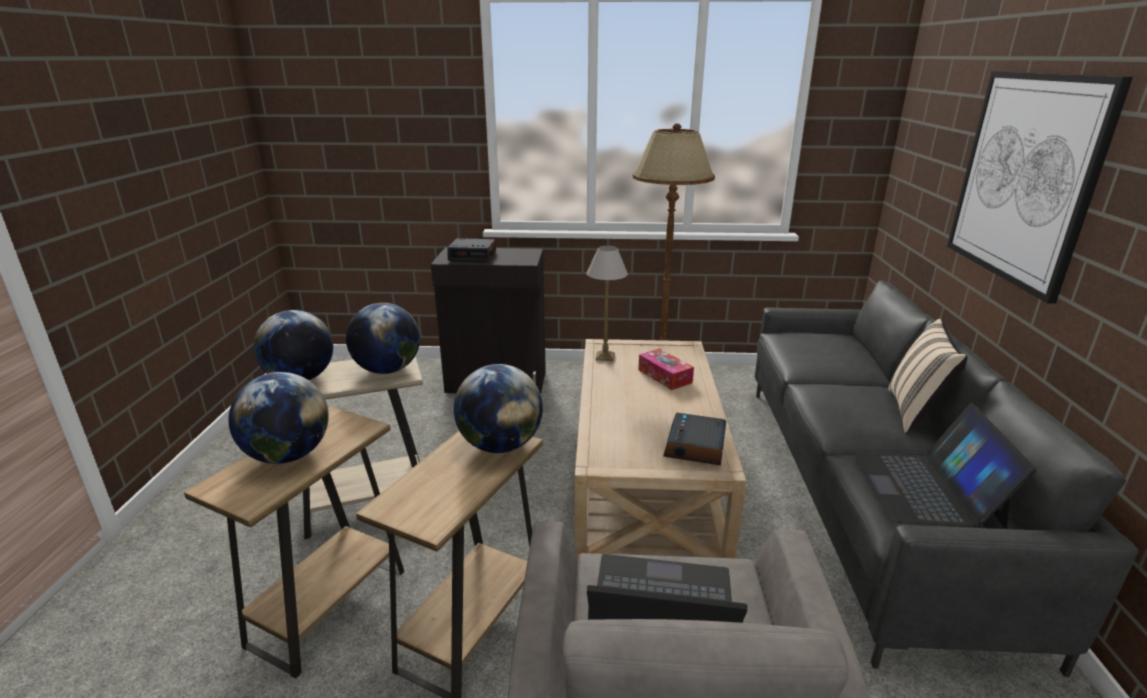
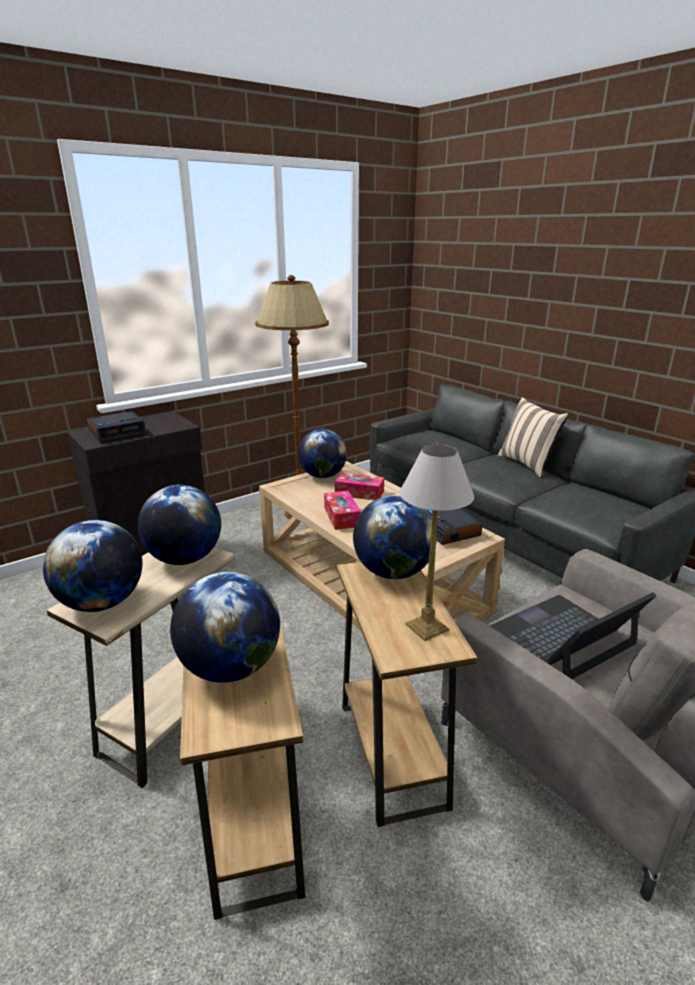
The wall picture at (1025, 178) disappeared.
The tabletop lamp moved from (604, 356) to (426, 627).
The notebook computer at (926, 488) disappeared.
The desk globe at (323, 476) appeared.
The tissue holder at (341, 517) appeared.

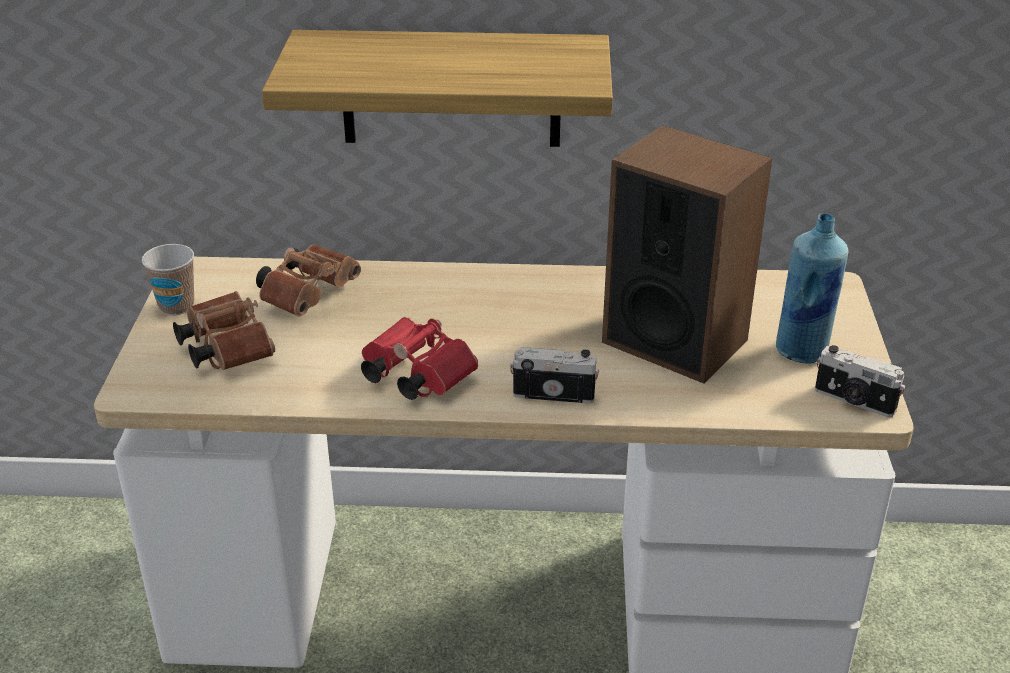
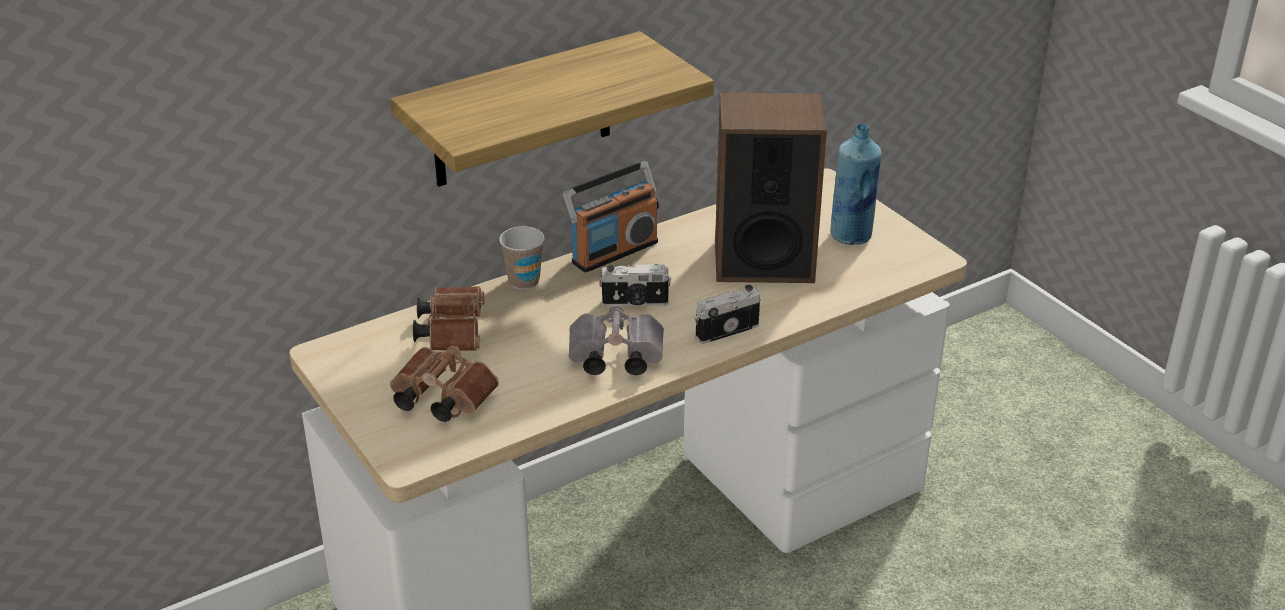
The small cup moved from (176, 306) to (524, 281).
The field glasses/reddish at (413, 375) became the field glasses/grey at (613, 359).
The photo camera moved from (854, 401) to (635, 303).
The radio at (614, 252) appeared.

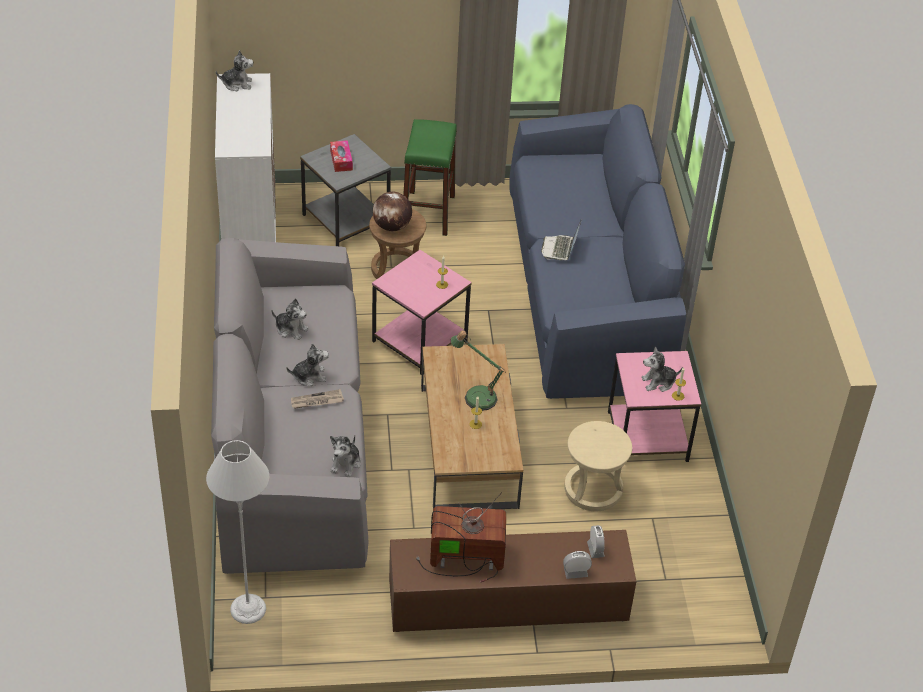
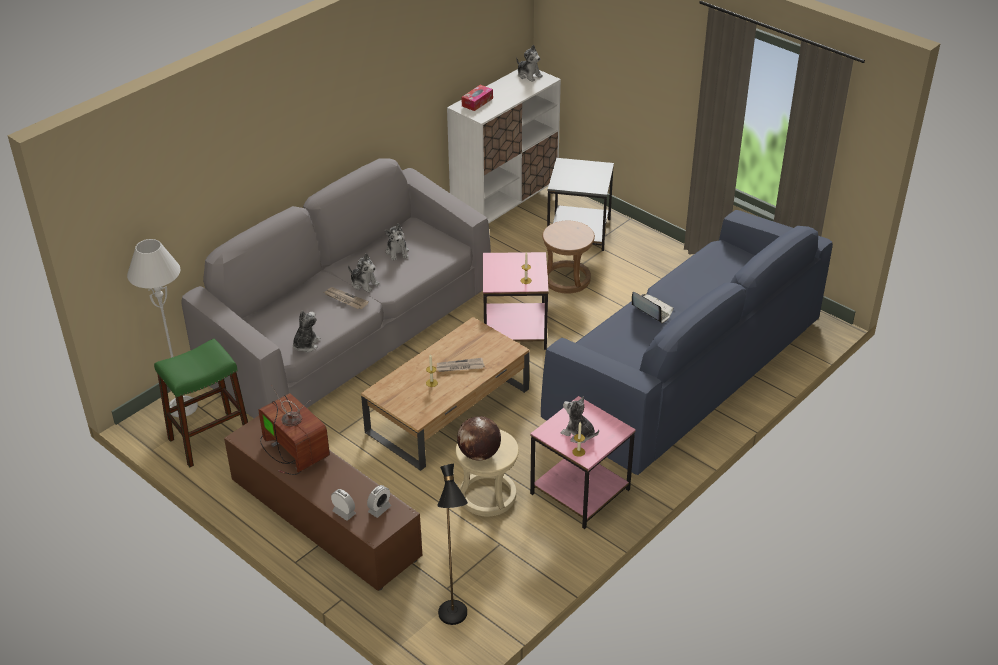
The stool/green-coloured moved from (428, 213) to (210, 439).
The tissue holder moved from (341, 160) to (477, 102).
The desk globe moved from (392, 227) to (479, 454).
The notebook computer at (560, 249) turned 75 degrees clockwise.
The tabletop lamp at (476, 395) was replaced by the printed paper at (460, 367).
The cuddly toy at (346, 463) turned 135 degrees clockwise.
The standing lamp/blackish at (455, 622) appeared.

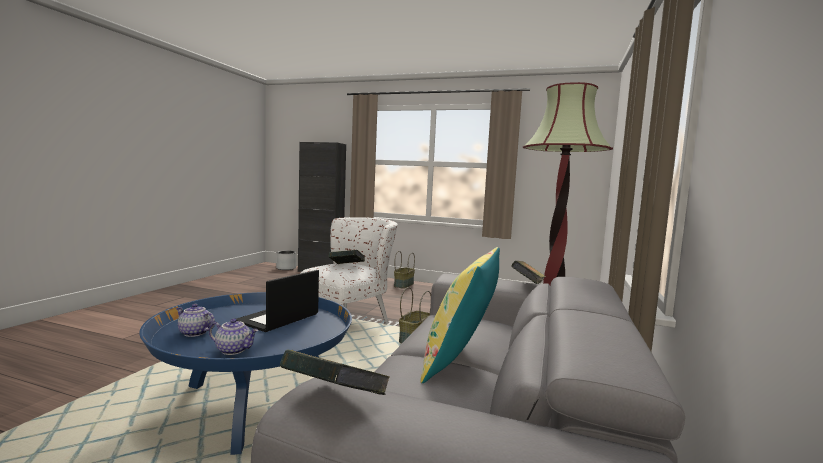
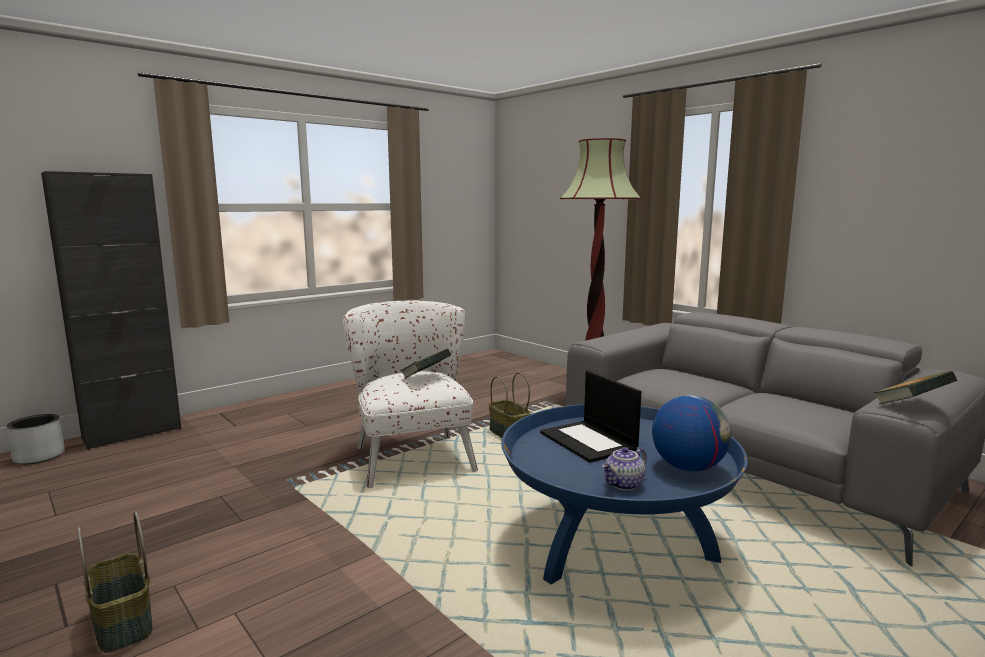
The throw pillow/yellow at (460, 361) disappeared.
The storage basket moved from (403, 285) to (121, 622).
The volume at (528, 285) disappeared.
The pot for tea at (234, 350) was replaced by the desk globe at (688, 467).

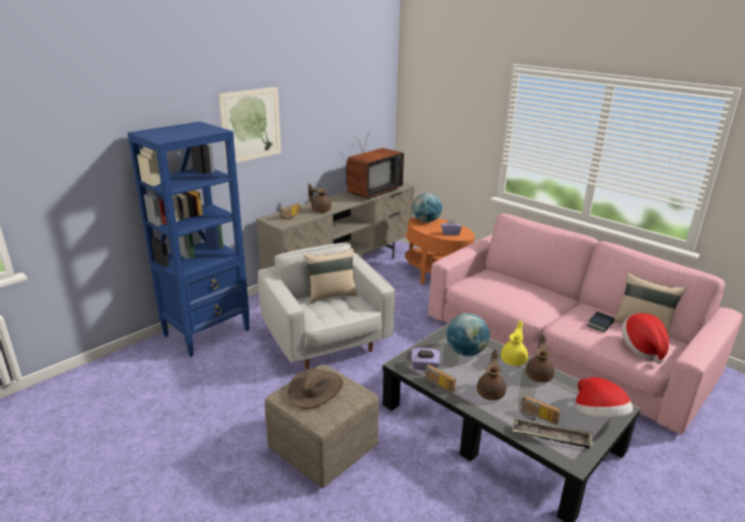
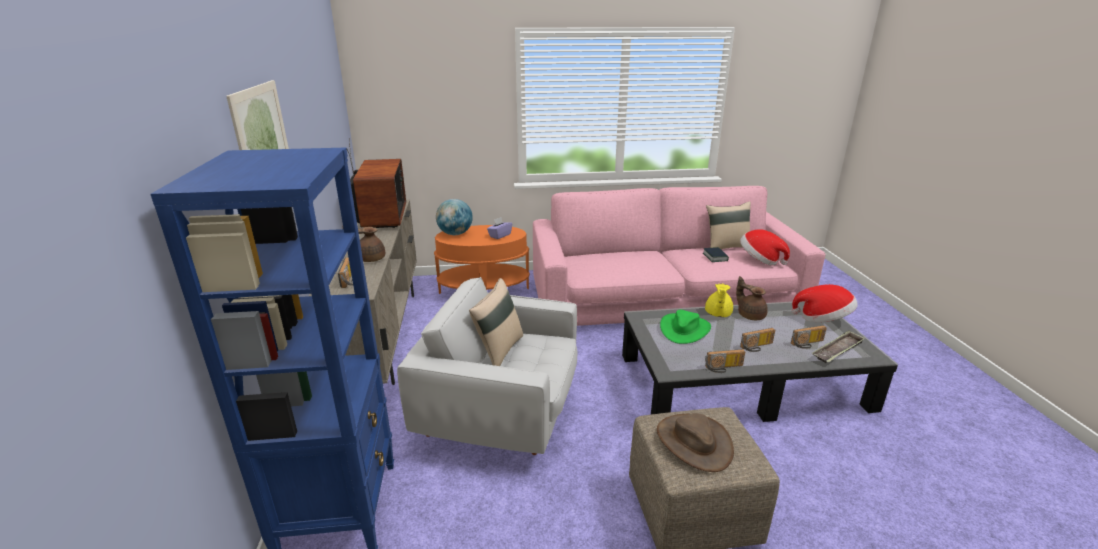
The desk globe at (466, 352) was replaced by the hat/green-coloured at (684, 329).
The pot for tea/yellow at (514, 359) turned 135 degrees counterclockwise.
The tissue holder/purple-coloured at (424, 366) disappeared.
The pot for tea/brown at (491, 392) was replaced by the radio at (757, 347).

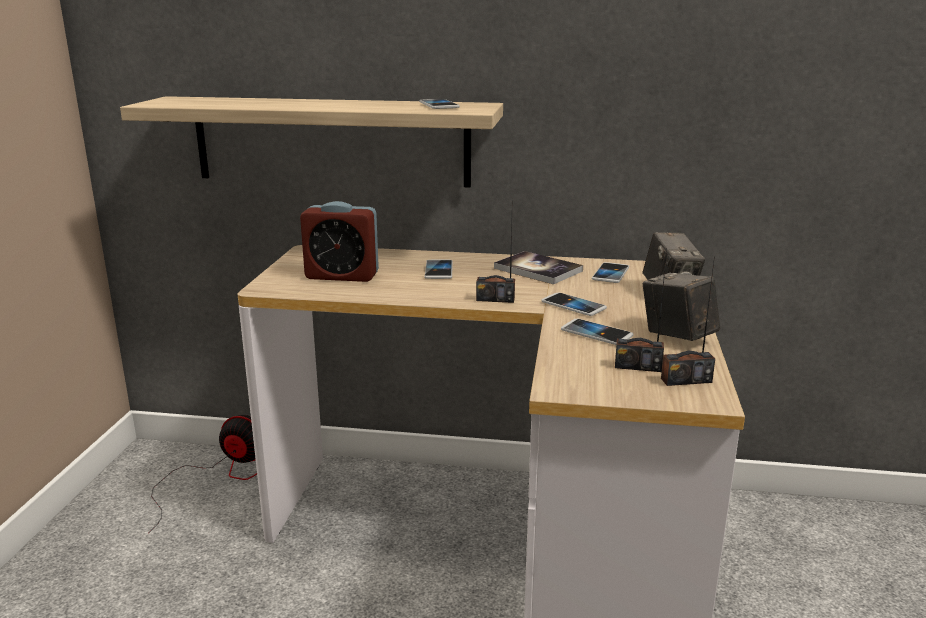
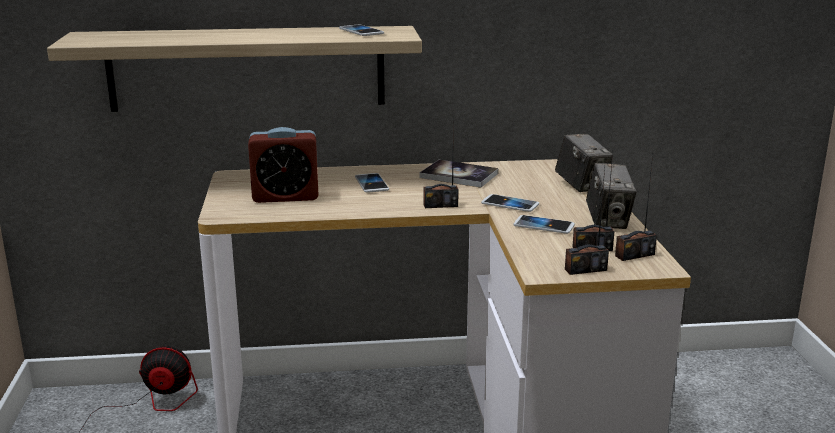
The phone at (610, 274) disappeared.
The photo camera at (677, 336) turned 135 degrees counterclockwise.
The radio at (585, 269) appeared.

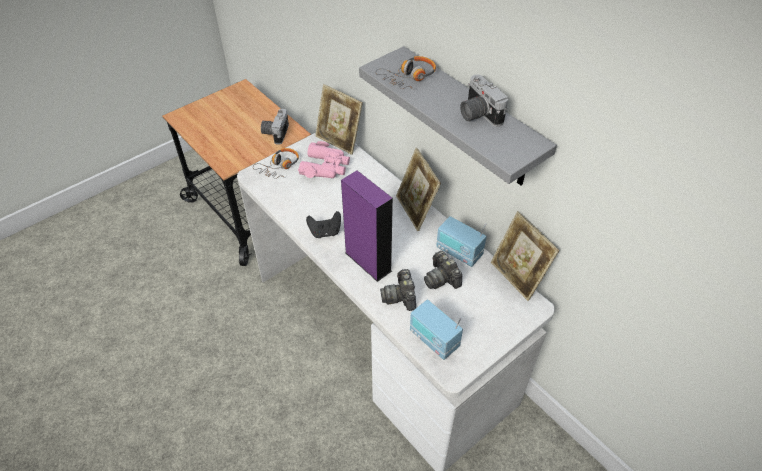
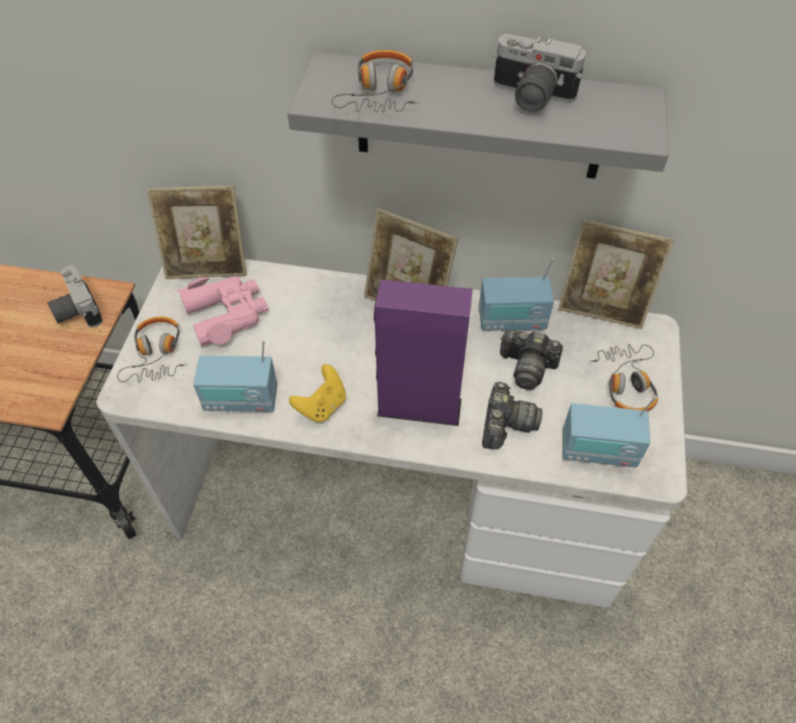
The game controller/blackish at (325, 232) became the game controller/yellow at (322, 406).
The photo camera at (400, 296) turned 120 degrees counterclockwise.
The radio at (241, 400) appeared.
The headset at (626, 383) appeared.

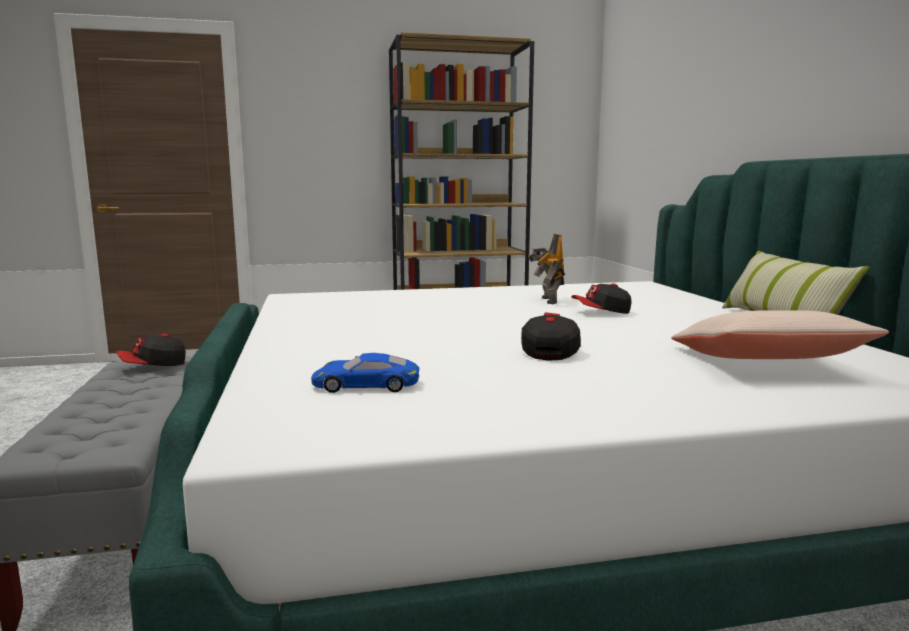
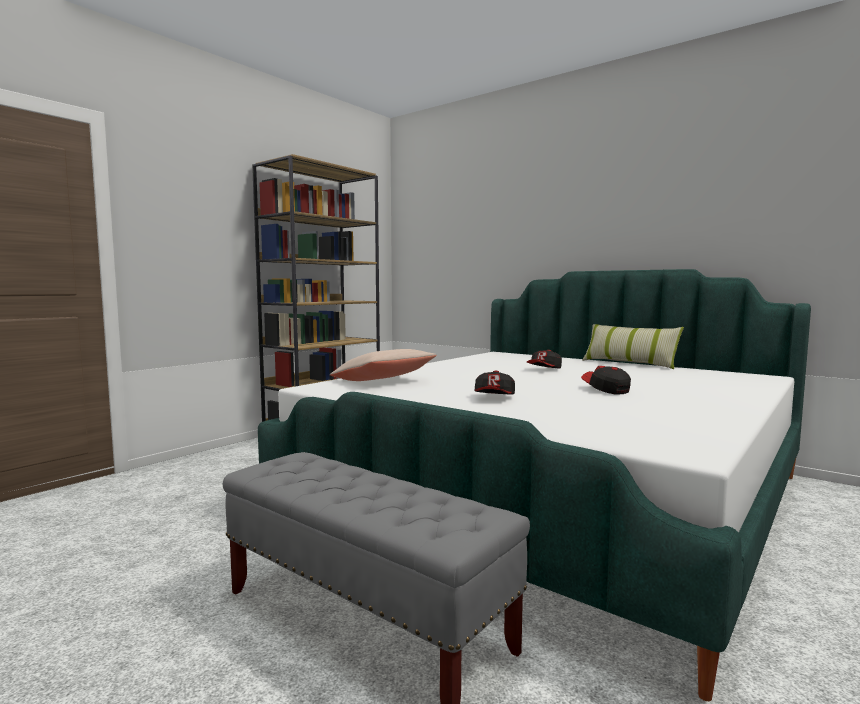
The model robot at (547, 300) disappeared.
The throw pillow/beige moved from (765, 364) to (383, 381).
The baseball cap moved from (153, 366) to (494, 398).
The toy car/blue-coloured at (366, 385) disappeared.

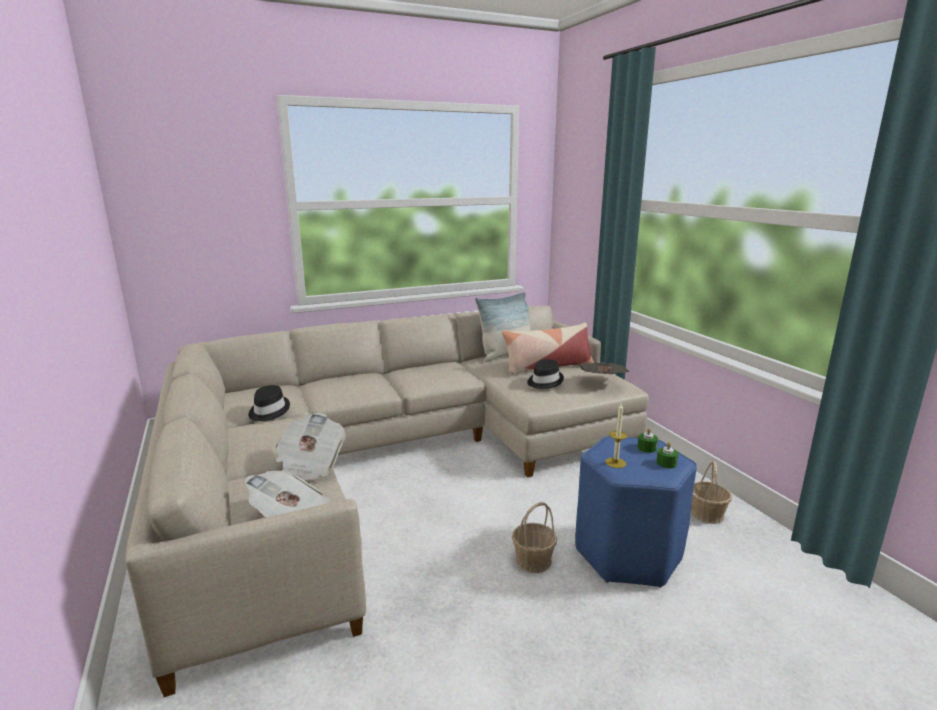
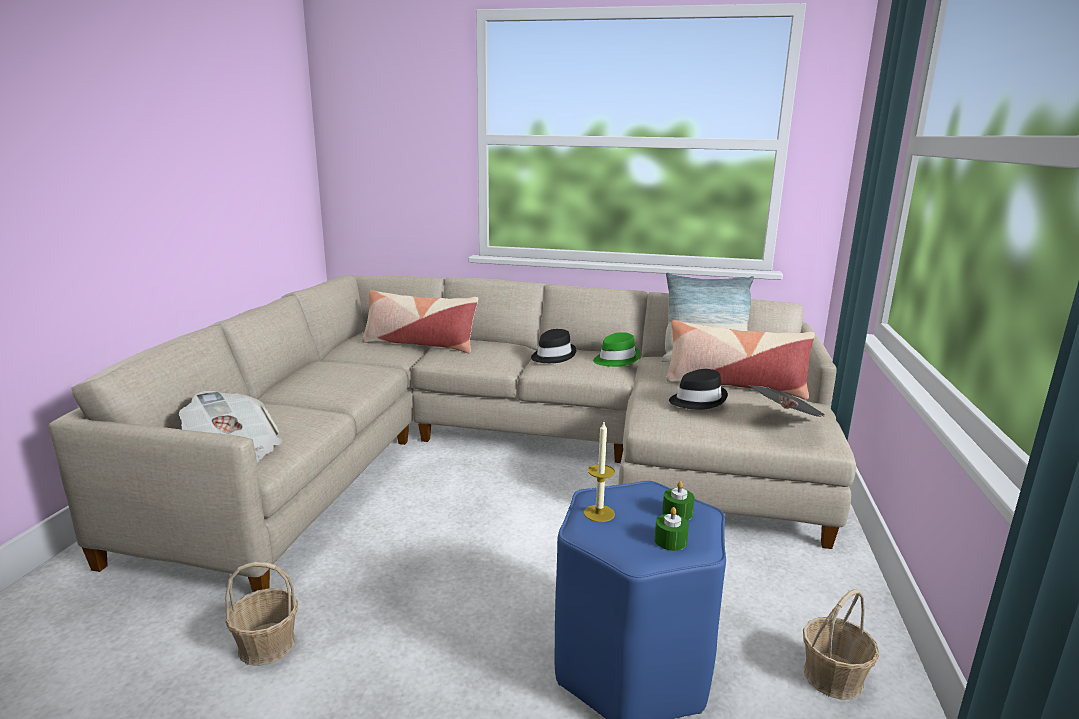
The hat/blackish moved from (268, 411) to (552, 356).
The printed paper at (309, 465) disappeared.
The storage basket moved from (533, 560) to (266, 645).
The throw pillow at (419, 344) appeared.
The hat/green-coloured at (615, 359) appeared.

